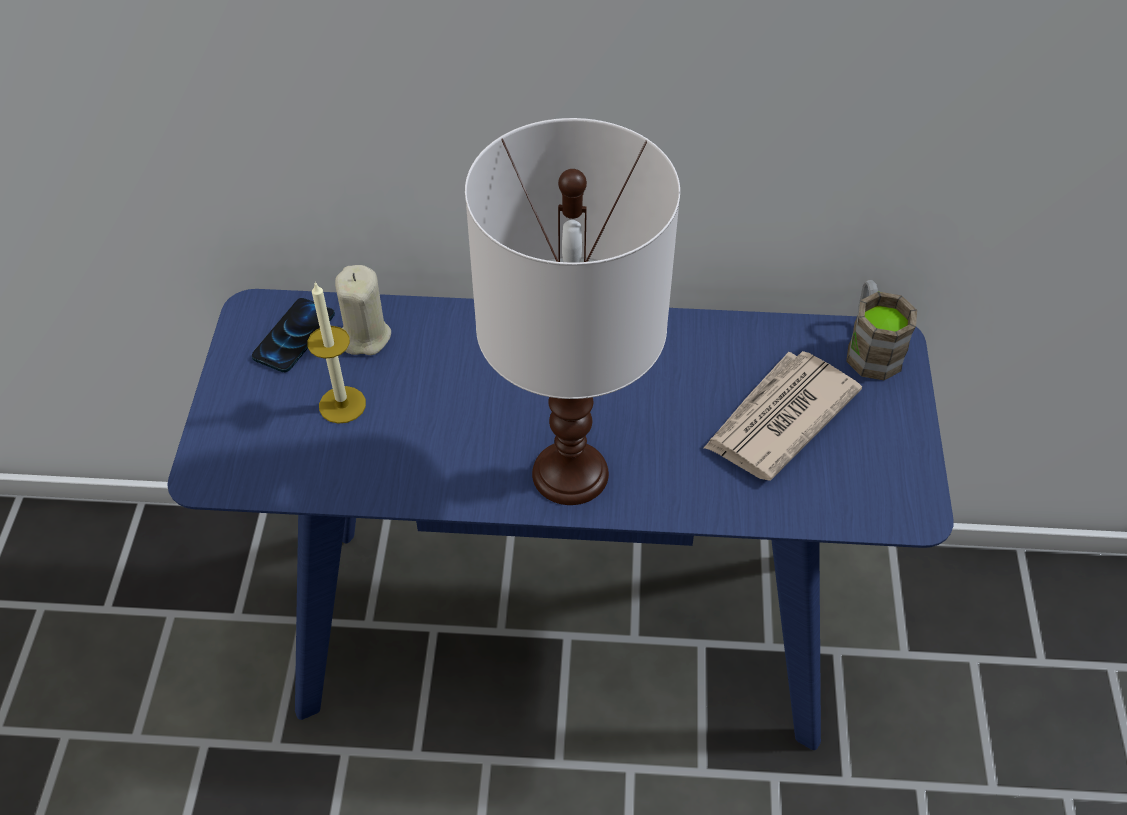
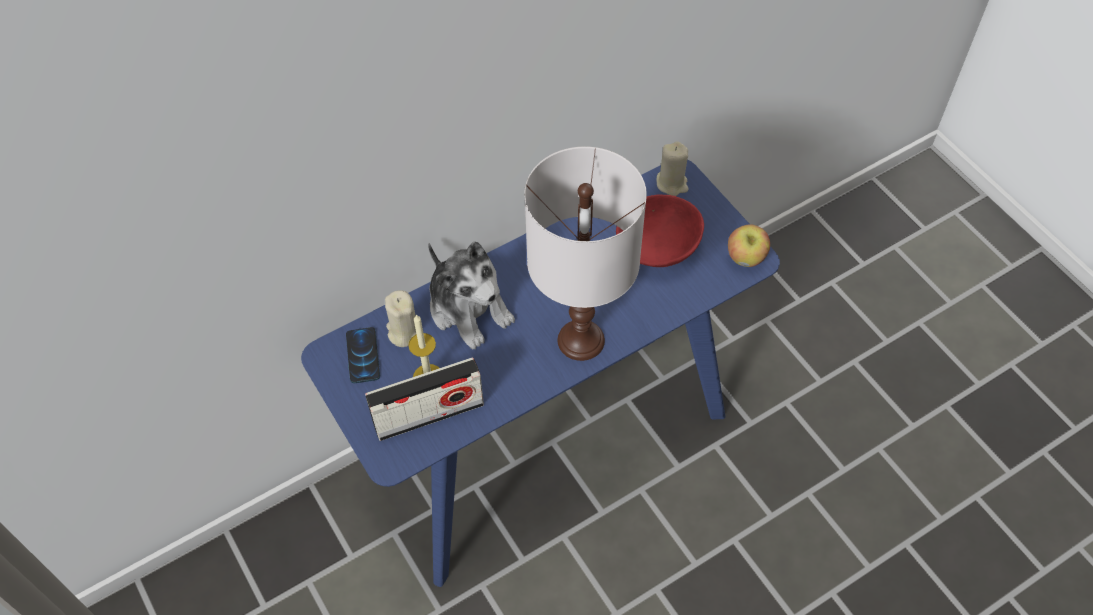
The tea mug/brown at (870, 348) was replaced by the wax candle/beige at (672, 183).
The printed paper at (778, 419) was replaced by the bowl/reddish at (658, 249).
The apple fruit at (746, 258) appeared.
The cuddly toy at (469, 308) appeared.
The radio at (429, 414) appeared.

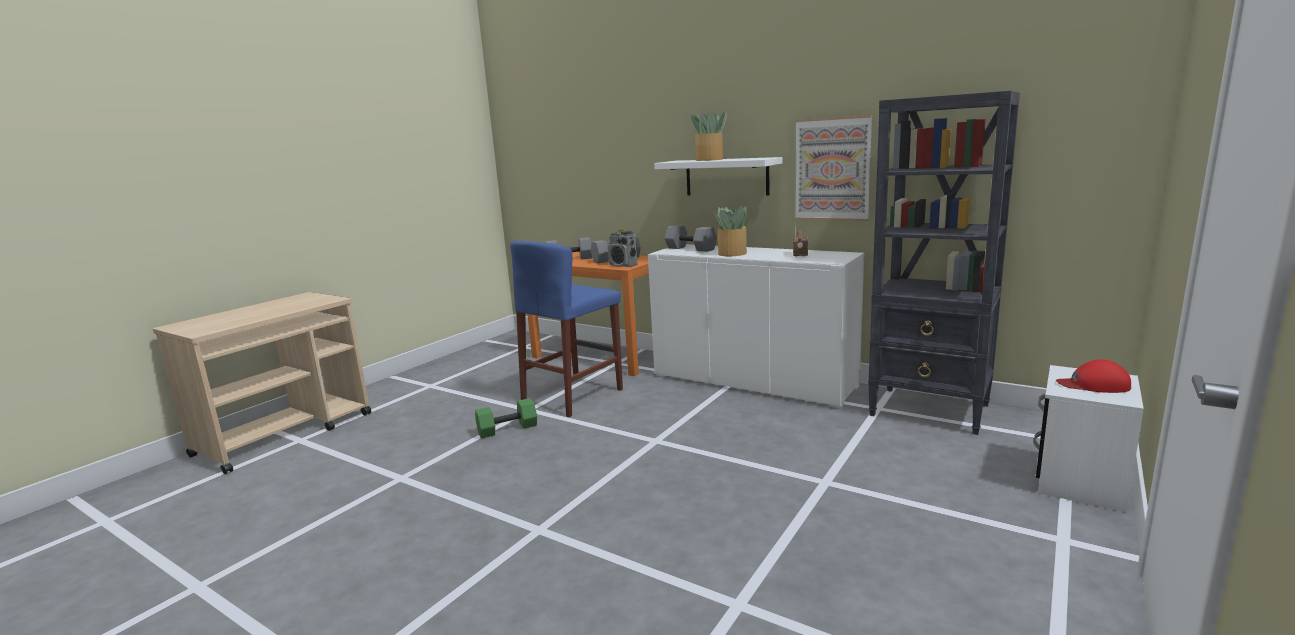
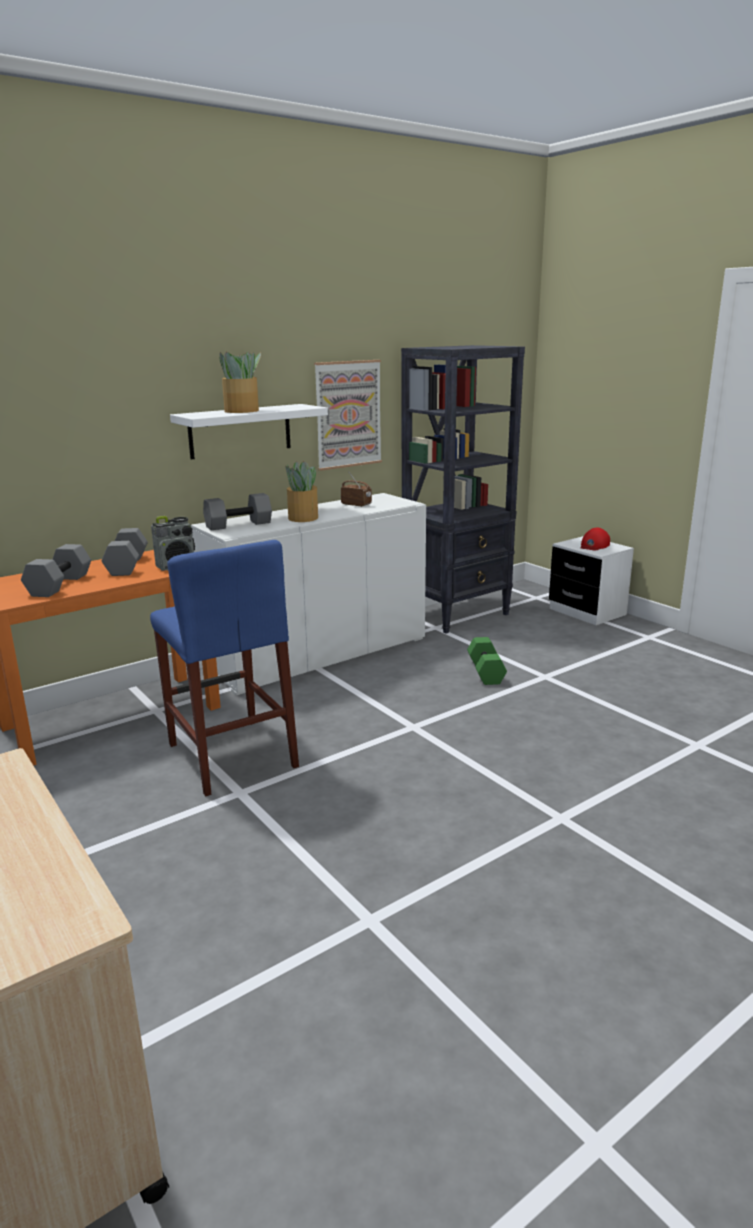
The free weight/green-coloured moved from (508, 429) to (484, 672).

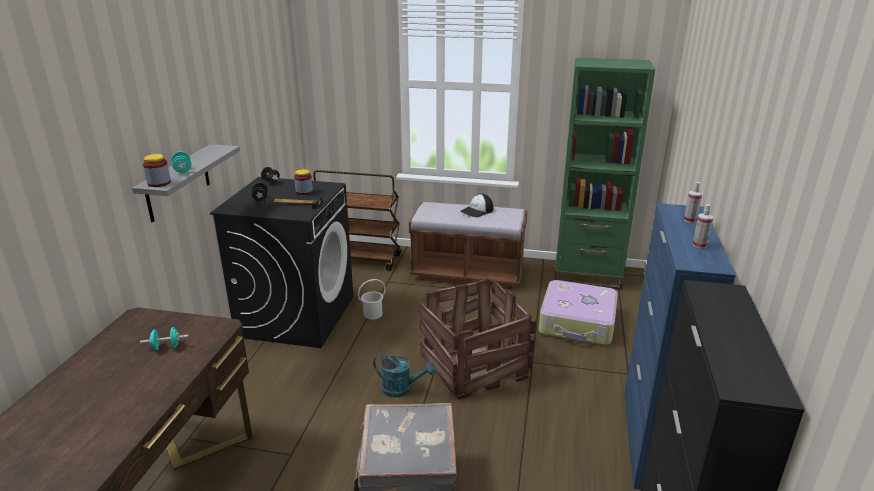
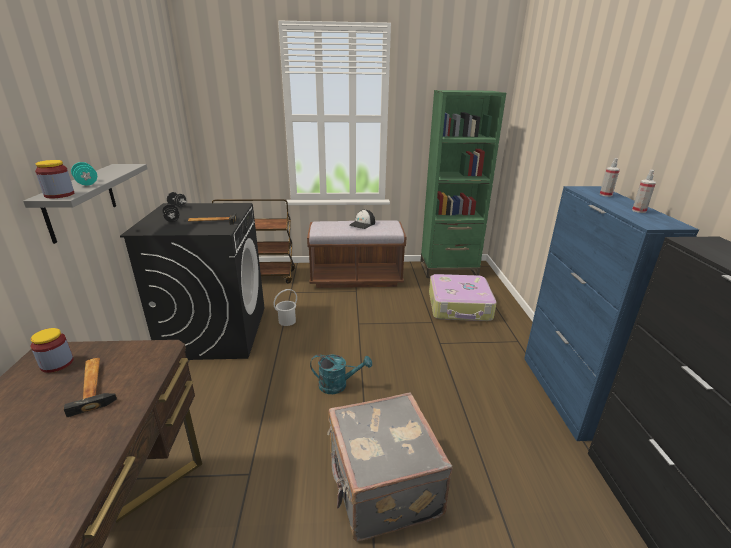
The storage jar moved from (304, 192) to (57, 363).
The crate at (476, 365) disappeared.
The free weight/blue-green at (166, 347) was replaced by the hand hammer at (94, 384).

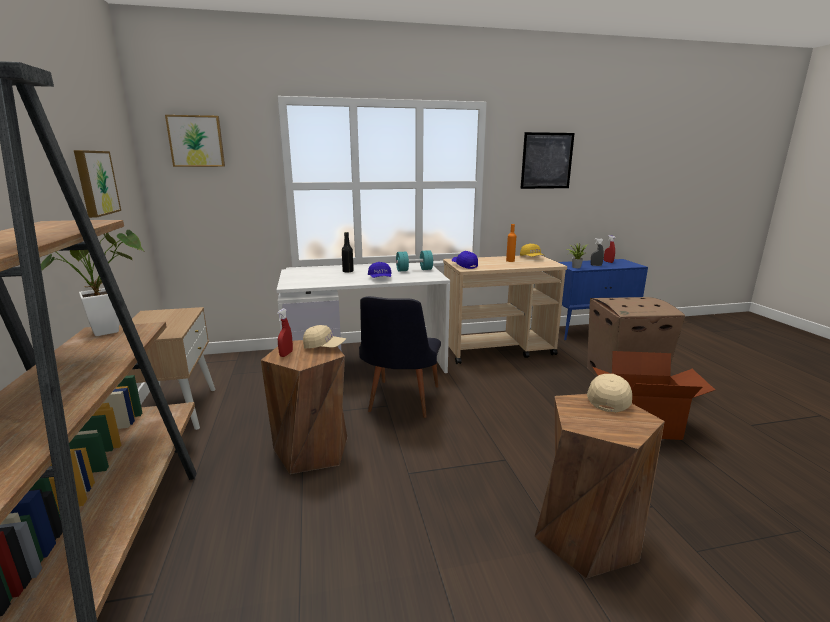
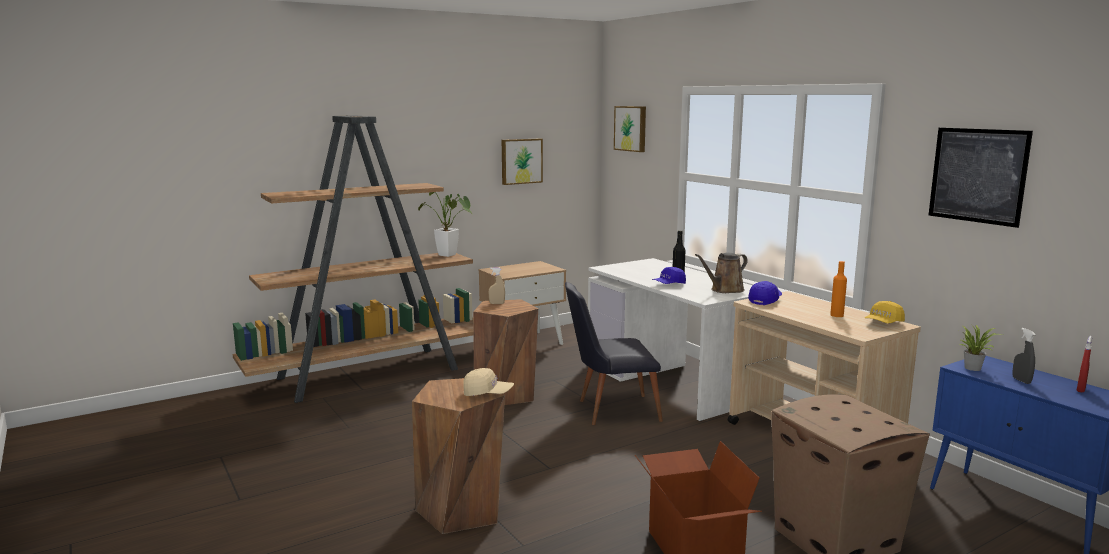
The free weight/blue-green at (414, 270) was replaced by the watering can/brown at (724, 290).
The hand sprayer/reddish at (286, 354) became the hand sprayer/beige at (497, 303).
The baseball cap/beige at (324, 346) disappeared.

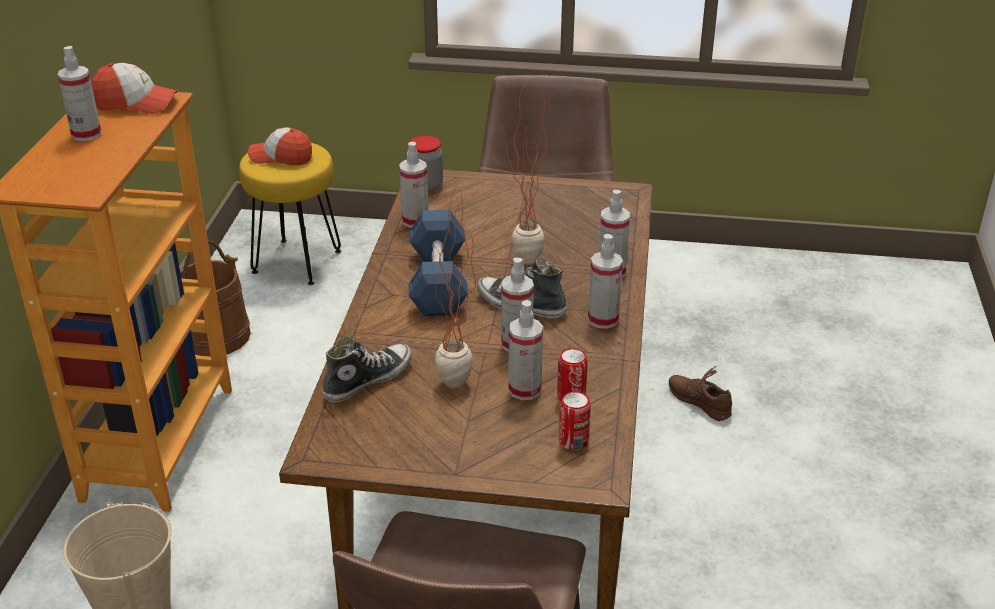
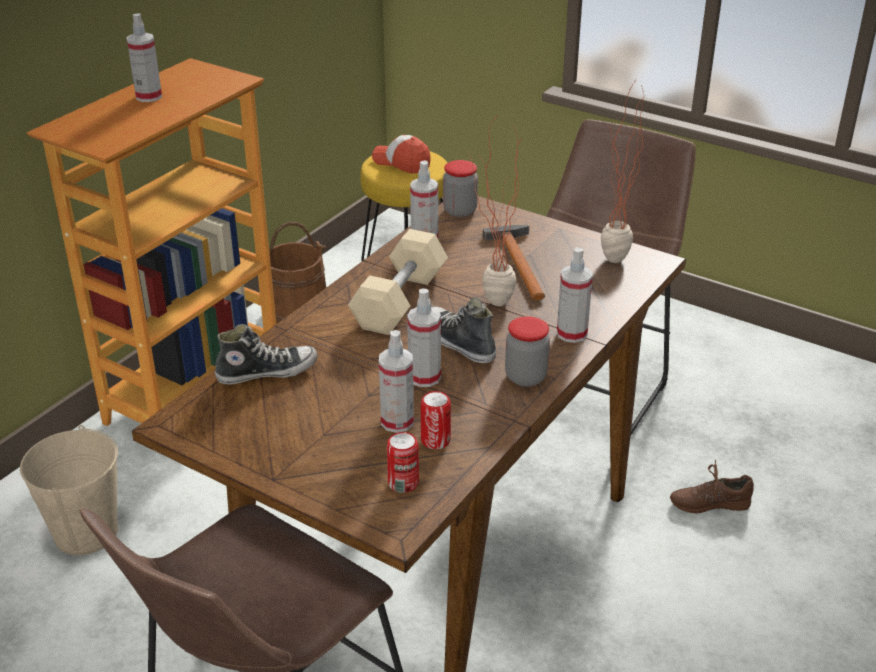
The baseball cap at (136, 103) disappeared.
The plant in a pot moved from (454, 391) to (612, 264).
The free weight/blue-coloured at (438, 282) became the free weight/beige at (399, 301).
The hand sprayer at (603, 319) was replaced by the storage jar at (525, 377).
The low shoe/brown at (699, 401) turned 75 degrees counterclockwise.
The hand hammer at (519, 262) appeared.

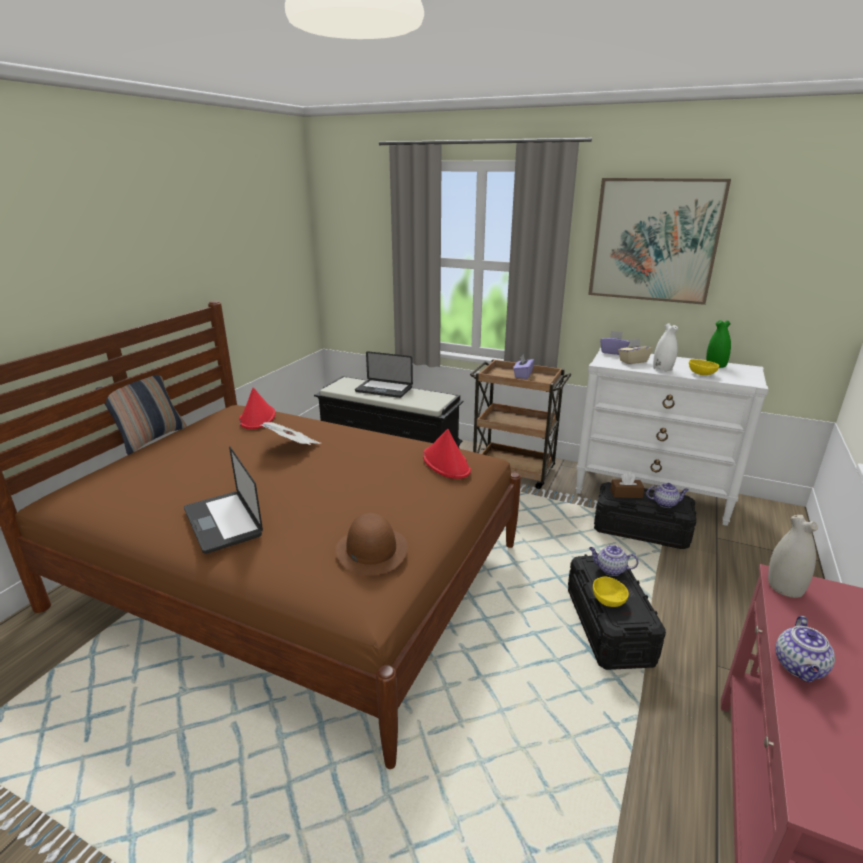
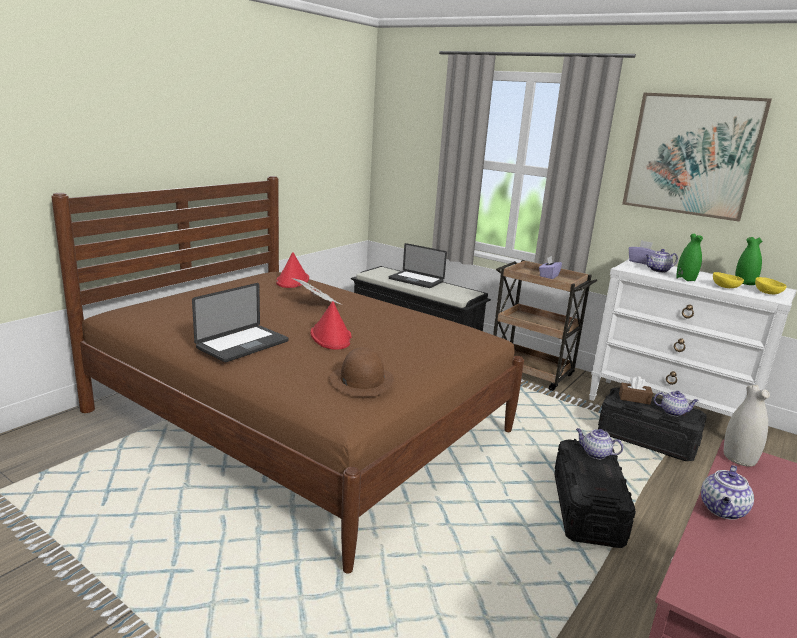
The vase/white at (662, 369) became the vase/green-coloured at (685, 279).
The tissue holder/beige at (633, 361) was replaced by the pot for tea at (658, 270).
The throw pillow at (151, 438) disappeared.
The hat/reddish moved from (446, 463) to (331, 336).
The notebook computer at (223, 522) turned 120 degrees counterclockwise.
The bowl/yellow moved from (609, 600) to (768, 293).

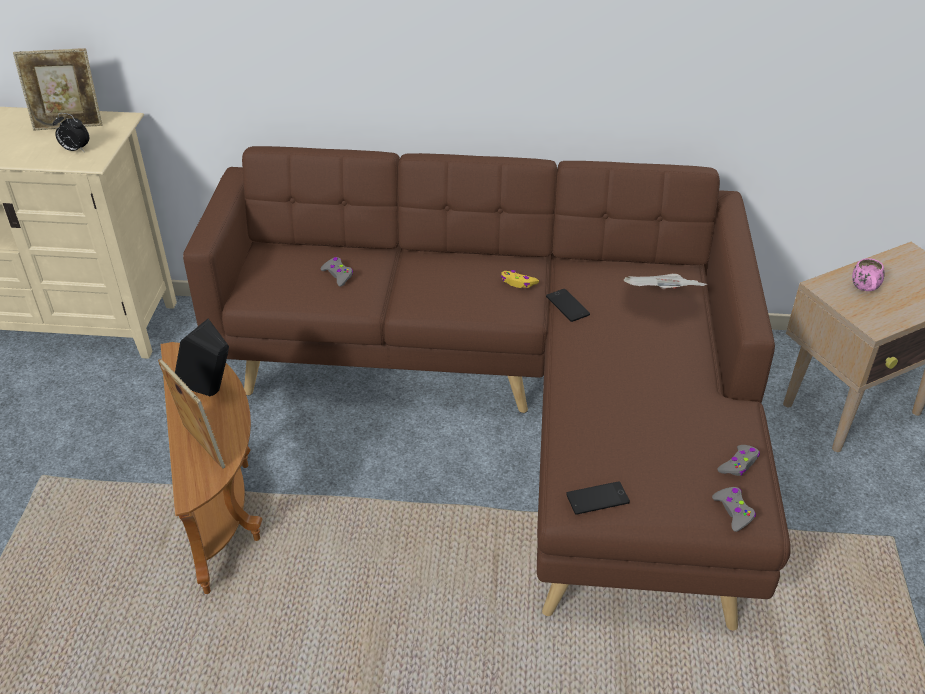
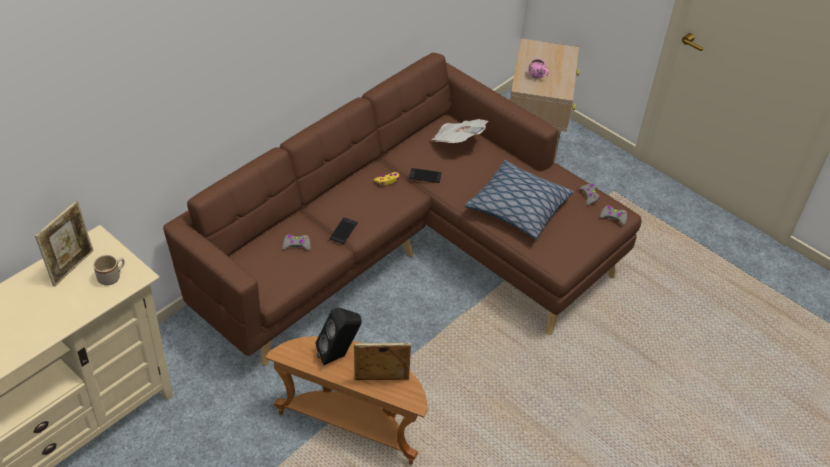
The table clock at (75, 150) was replaced by the tea mug/beige at (112, 277).
The phone moved from (597, 498) to (343, 231).
The throw pillow at (517, 208) appeared.

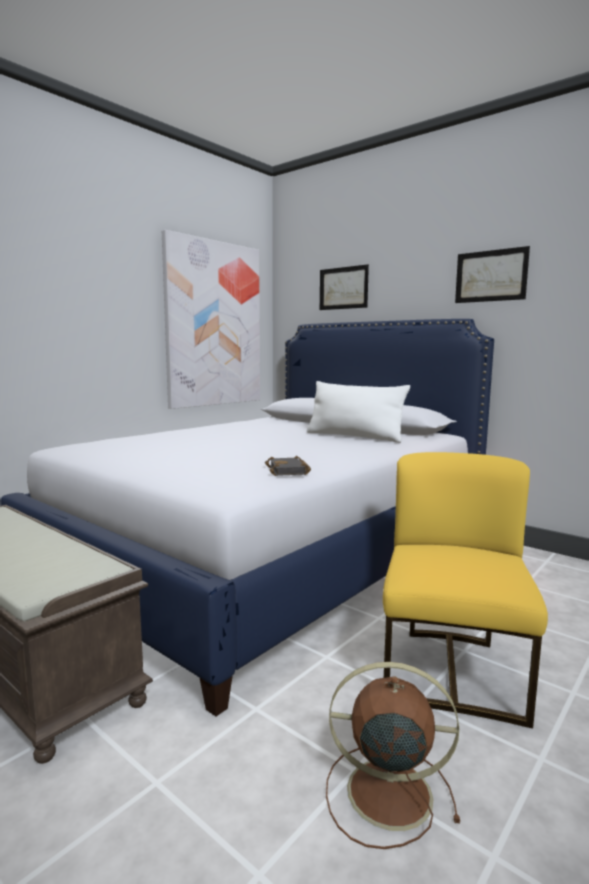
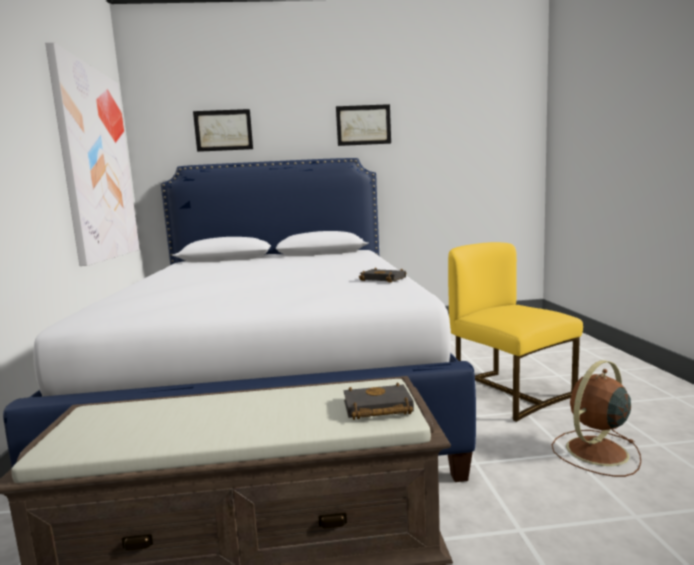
The throw pillow/white at (354, 436) disappeared.
The volume/blackish at (376, 408) appeared.

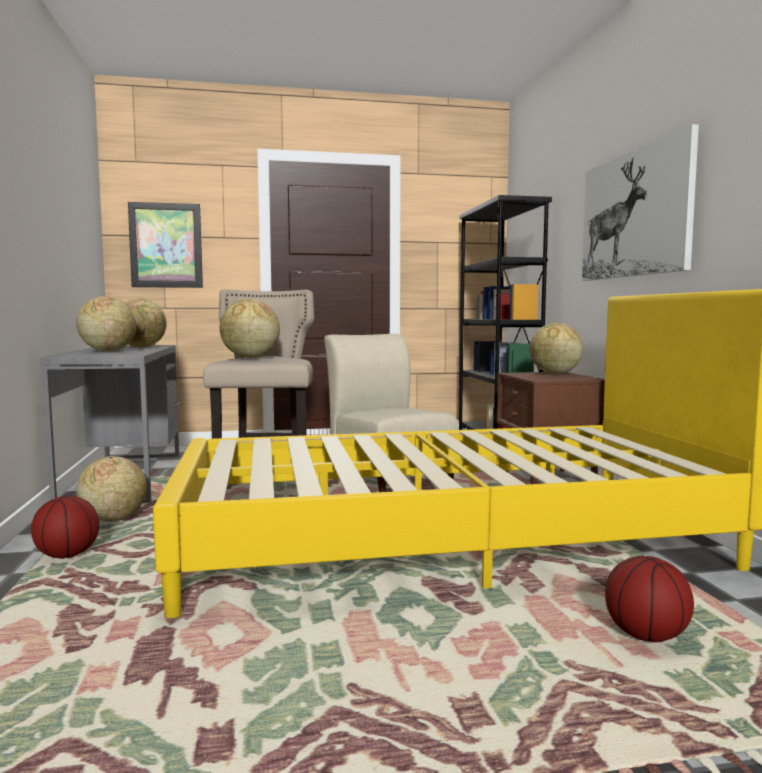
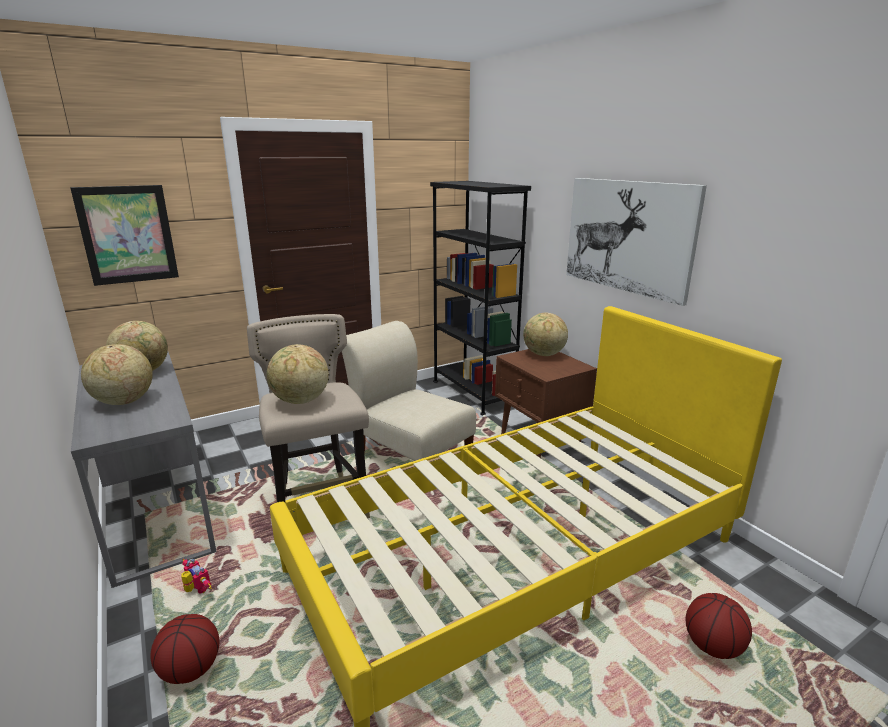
The desk globe at (113, 519) was replaced by the model robot at (196, 591).

